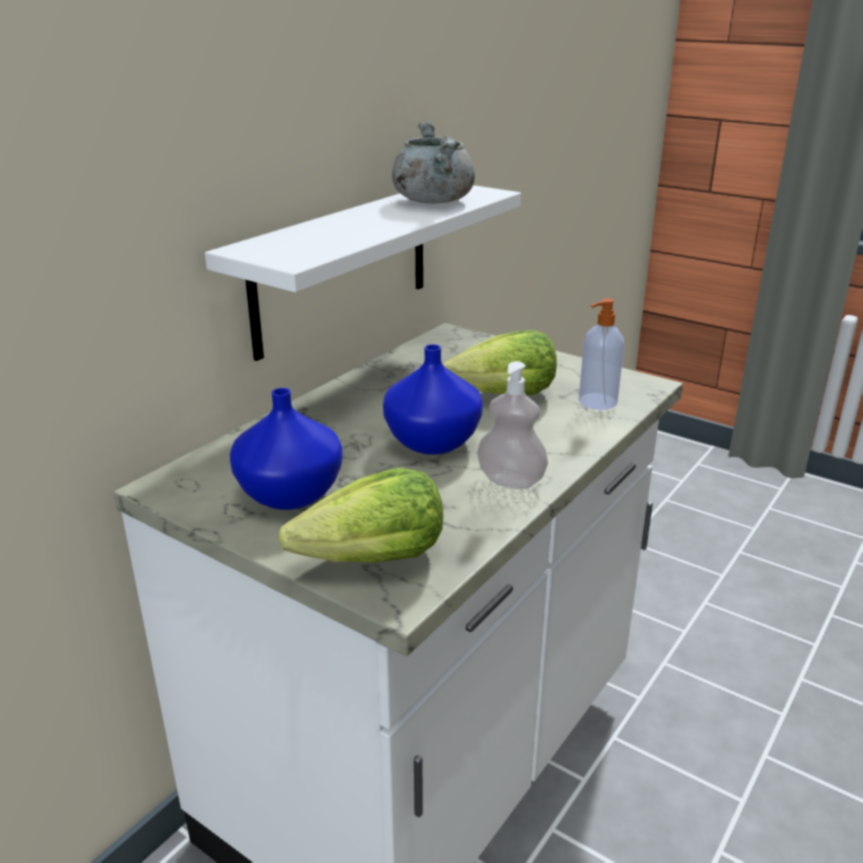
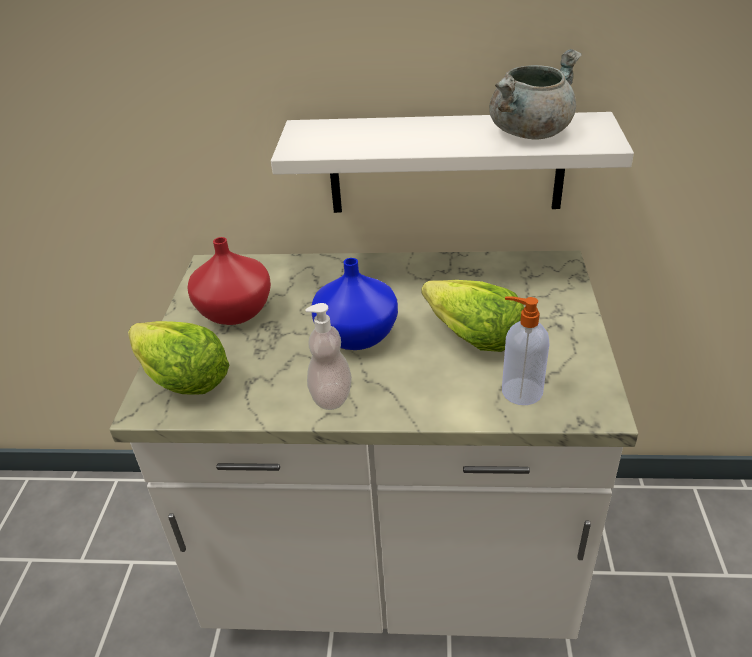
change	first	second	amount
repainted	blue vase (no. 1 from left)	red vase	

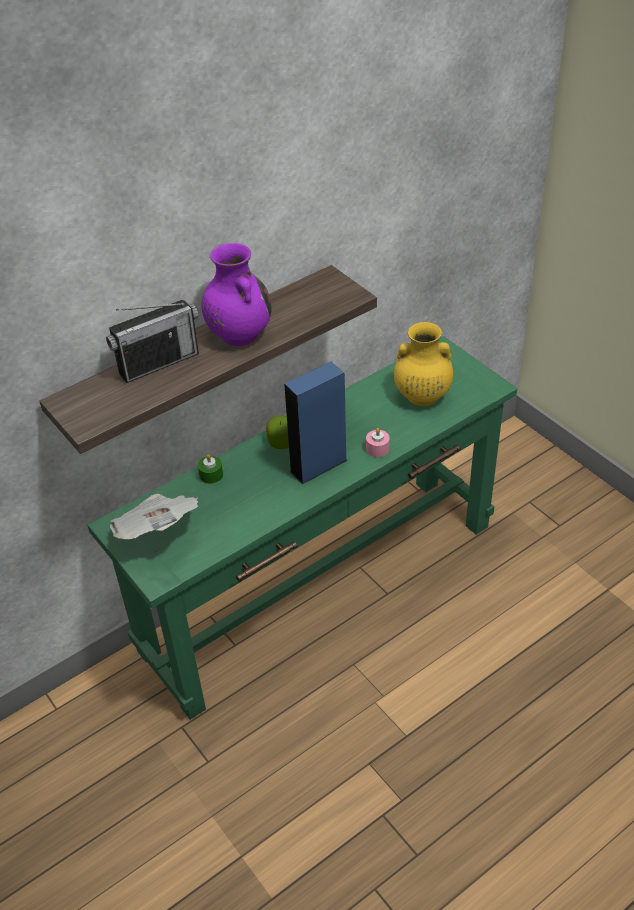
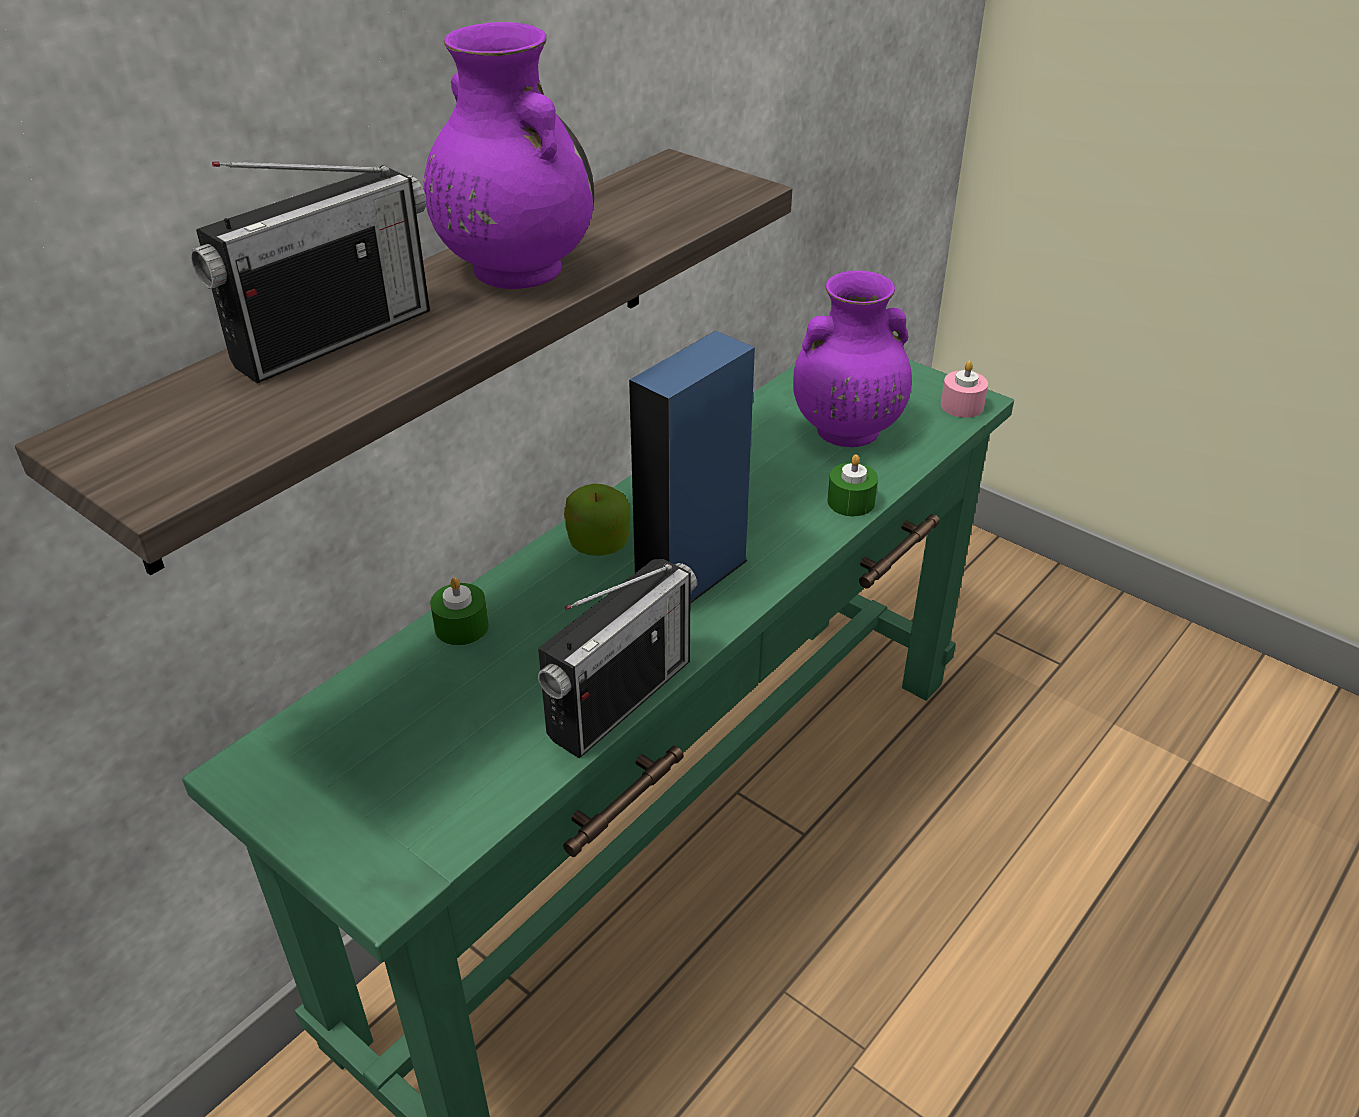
change	first	second	amount
repainted	yellow vase	purple vase (no. 2 from left)	
shifted	pink candle		
gone	newspaper		
new		green candle (no. 2 from left)	
new		radio (no. 2 from left)	

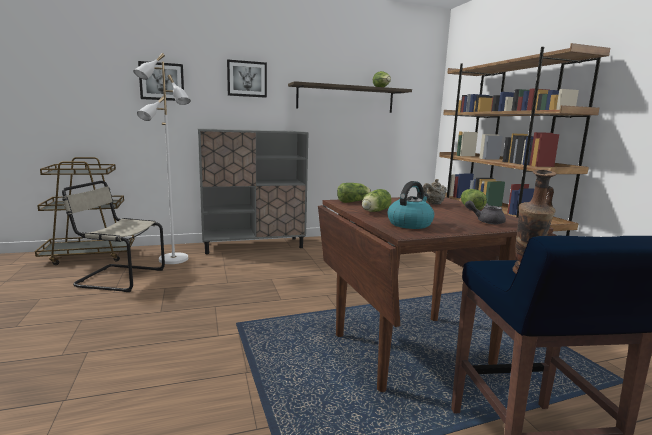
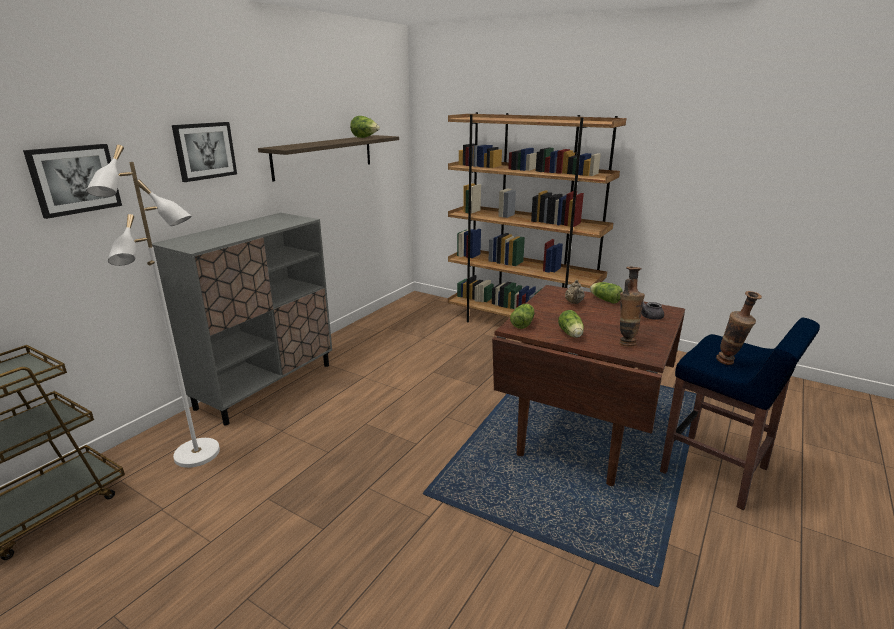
change	first	second	amount
gone	beige chair		
swapped	kettle	vase (no. 1 from left)	

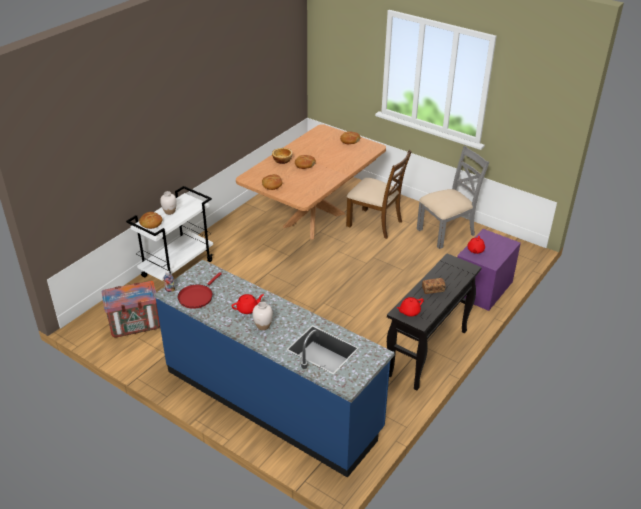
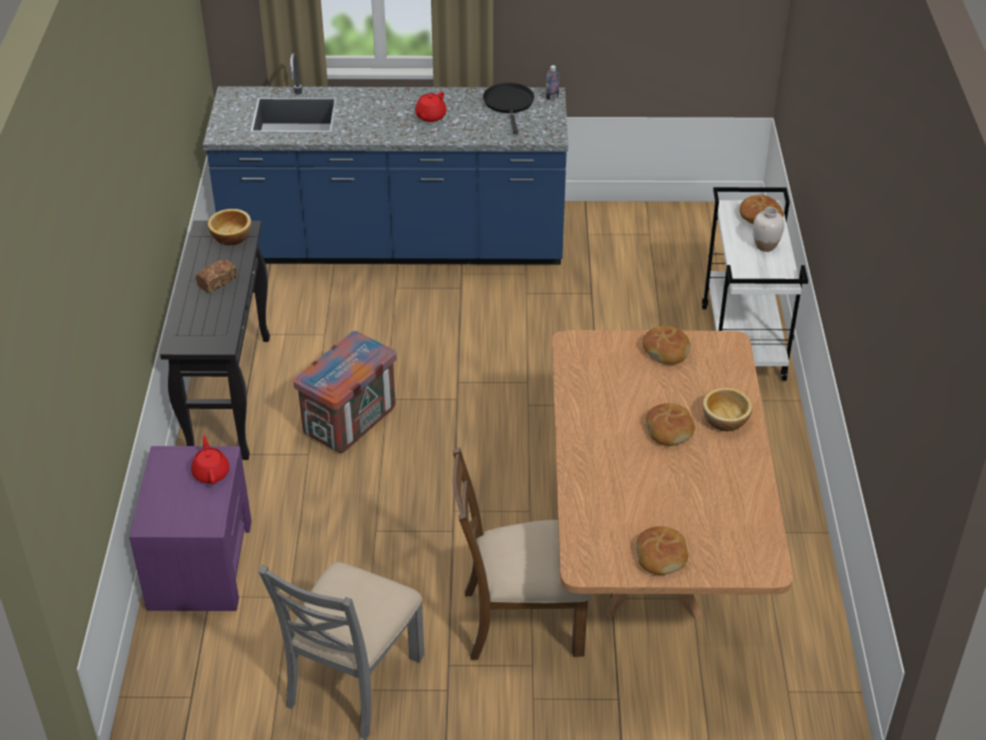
change	first	second	amount
repainted	red frying pan	black frying pan	
shifted	crate		
swapped	red teapot (no. 2 from left)	bowl (no. 1 from left)	
gone	white vase (no. 2 from left)		

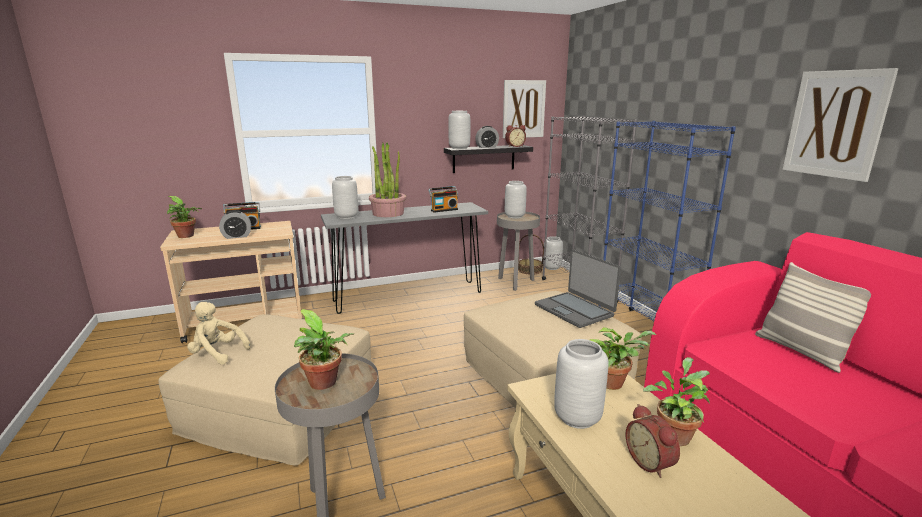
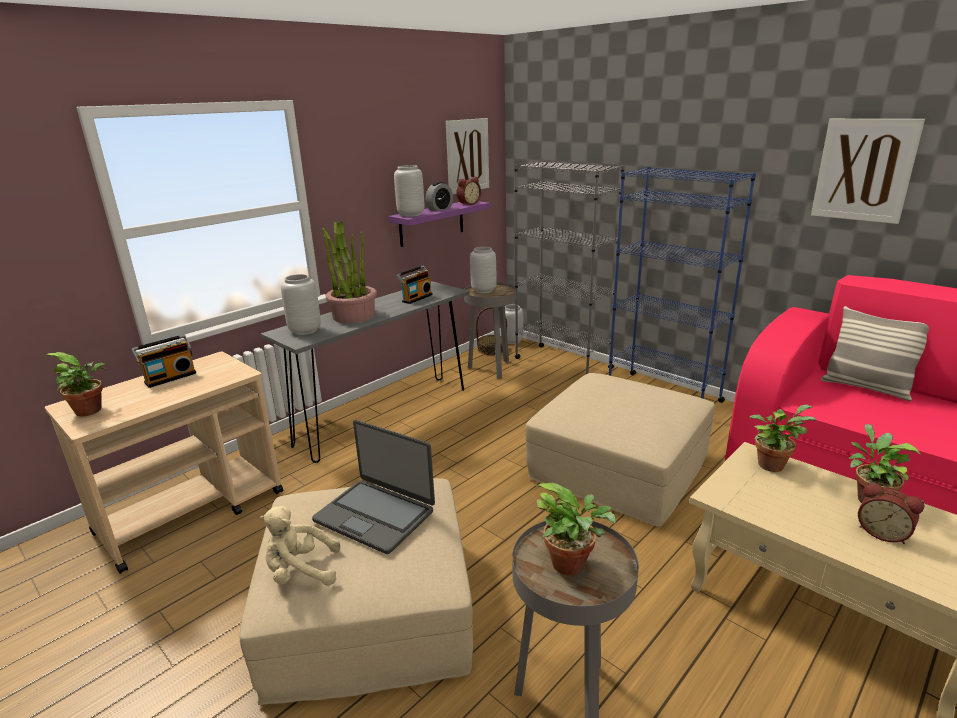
change	first	second	amount
repainted	black shelf	purple shelf	
gone	alarm clock (no. 1 from left)		
shifted	laptop		
gone	grey vase (no. 5 from left)		

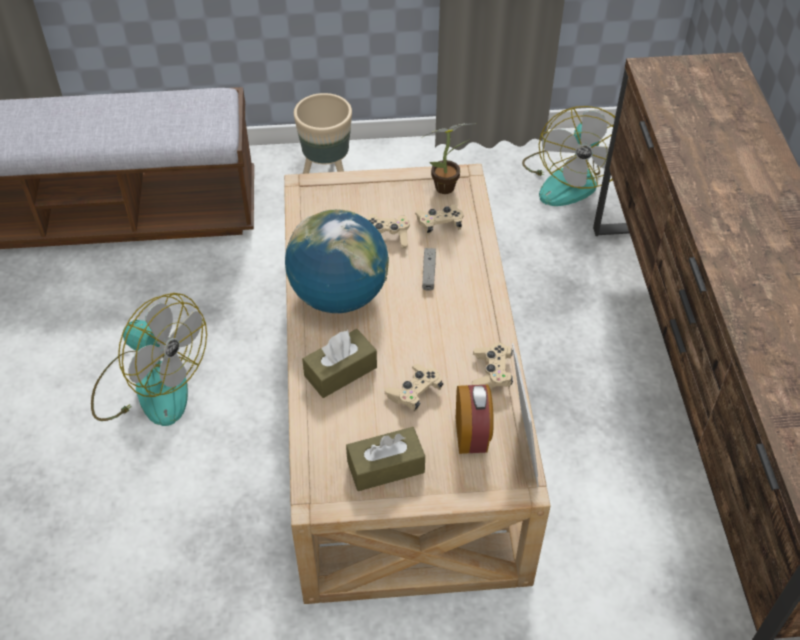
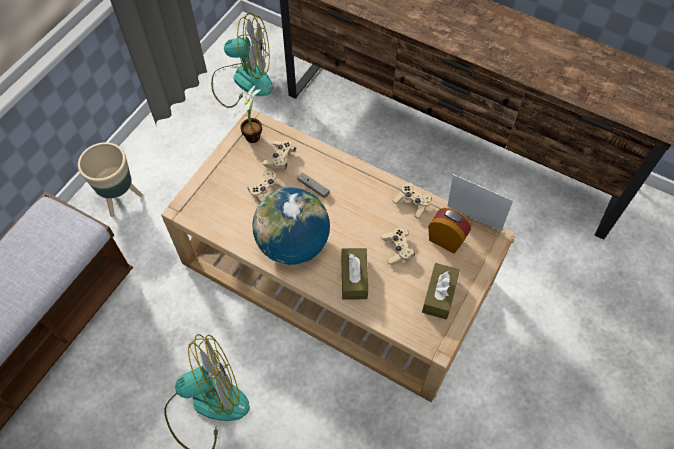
change	first	second	amount
rotated	fan (no. 2 from left)		45 degrees counterclockwise

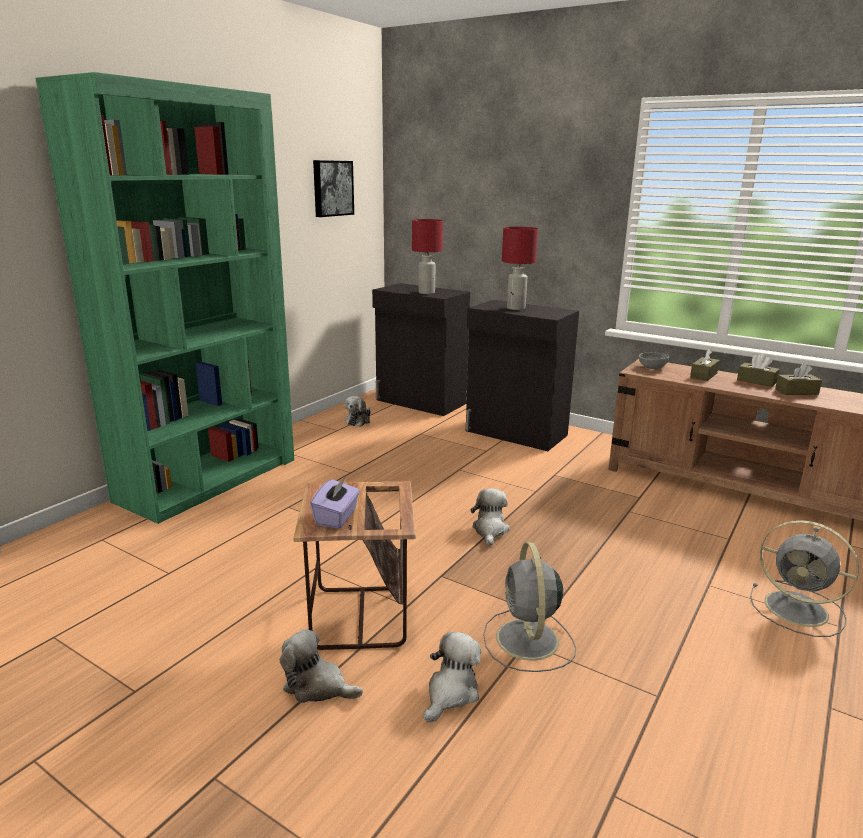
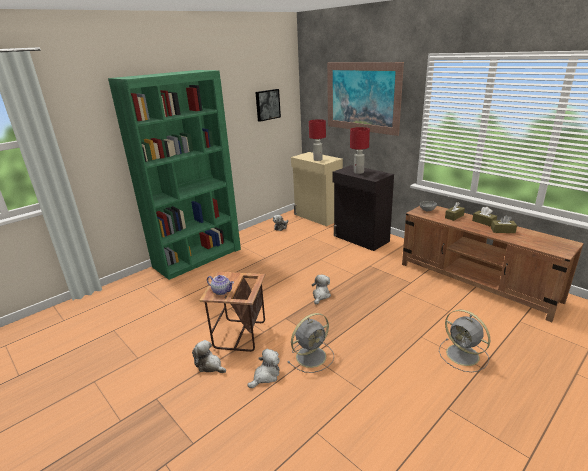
change	first	second	amount
repainted	black cabinet (no. 1 from left)	beige cabinet	
swapped	purple tissue box	teapot	
rotated	grey fan (no. 1 from left)		135 degrees counterclockwise
new		picture (no. 2 from left)	

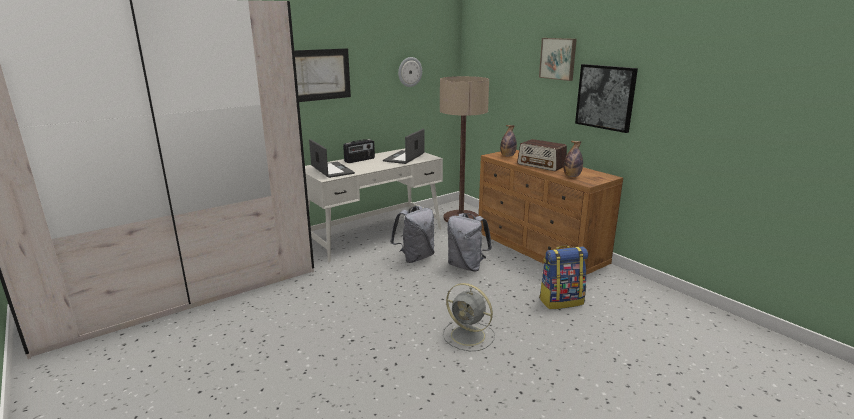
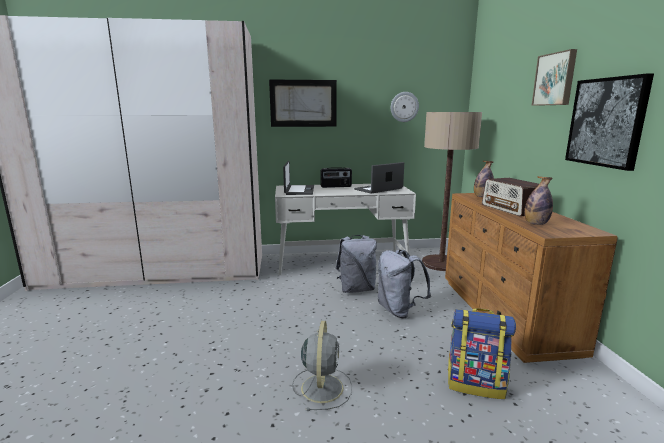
change	first	second	amount
rotated	grey fan		150 degrees counterclockwise

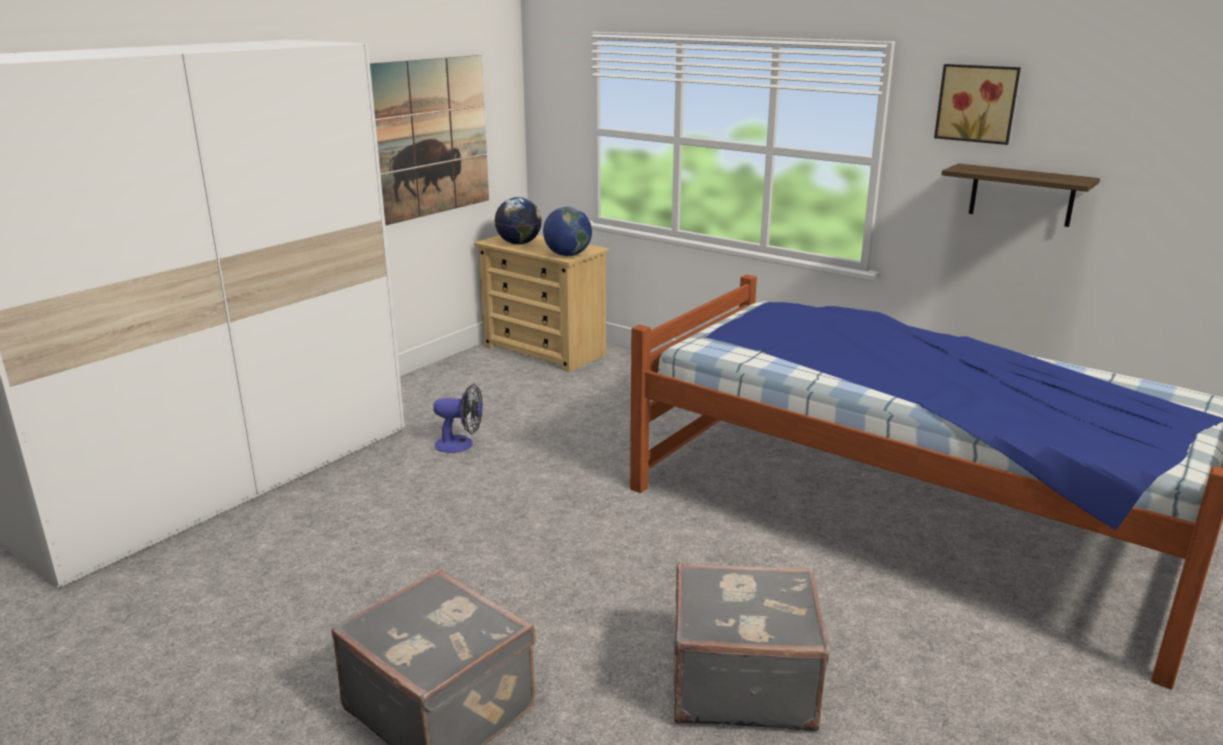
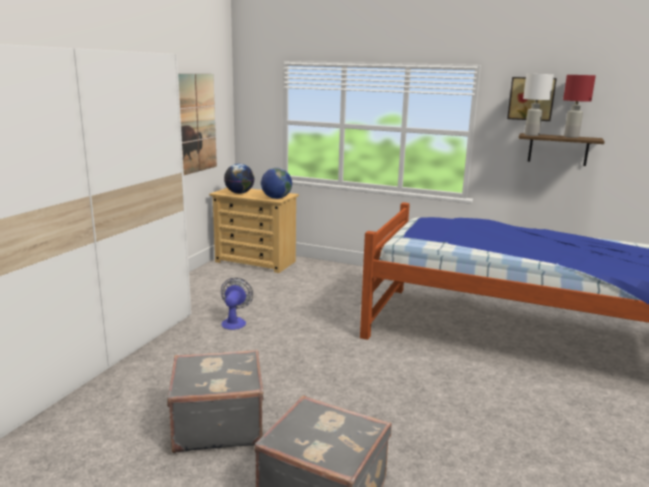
change	first	second	amount
rotated	fan		75 degrees counterclockwise
shifted	grey suitcase (no. 2 from left in the first image)	grey suitcase (no. 1 from left)	
new		white table lamp	
new		red table lamp	

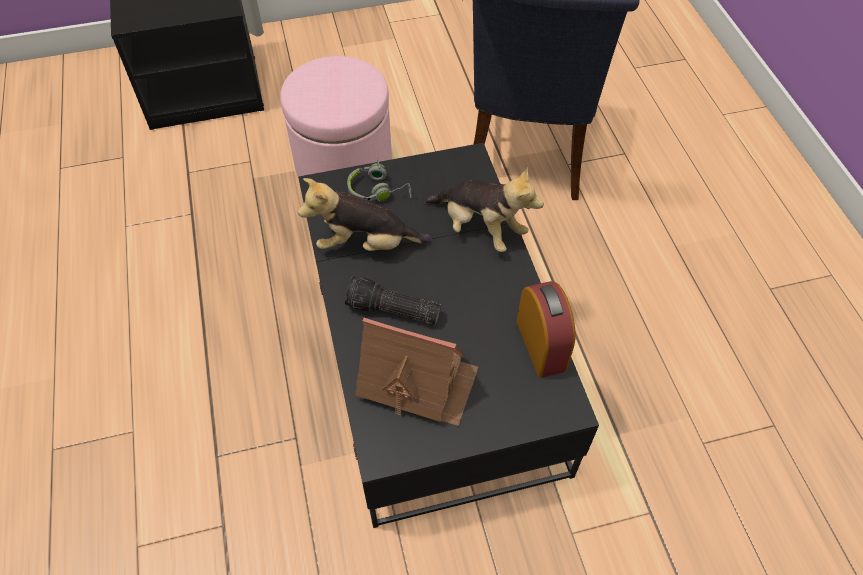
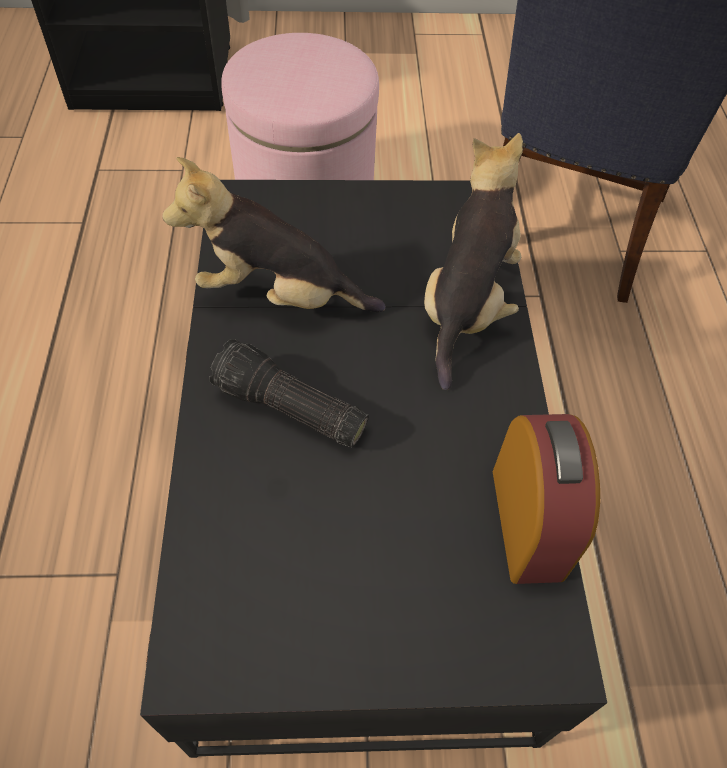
change	first	second	amount
gone	grey headphones		
rotated	plush toy (no. 2 from left)		120 degrees counterclockwise
gone	toy house		

